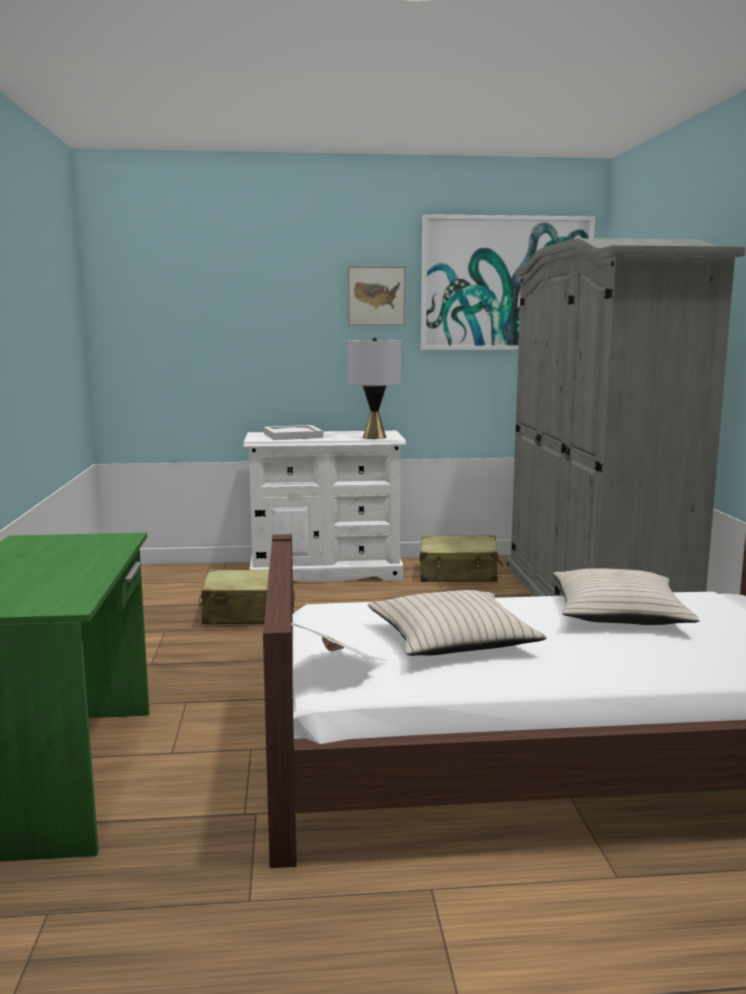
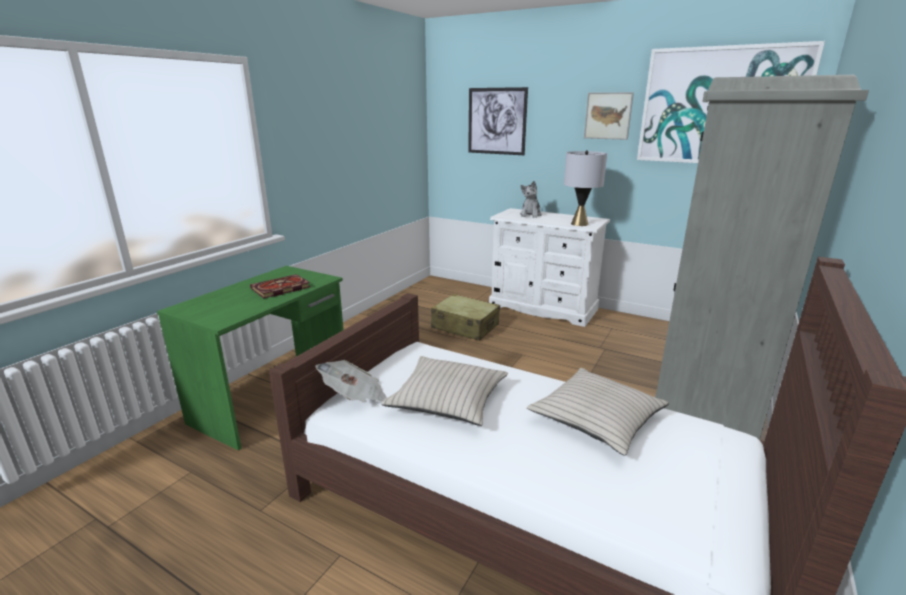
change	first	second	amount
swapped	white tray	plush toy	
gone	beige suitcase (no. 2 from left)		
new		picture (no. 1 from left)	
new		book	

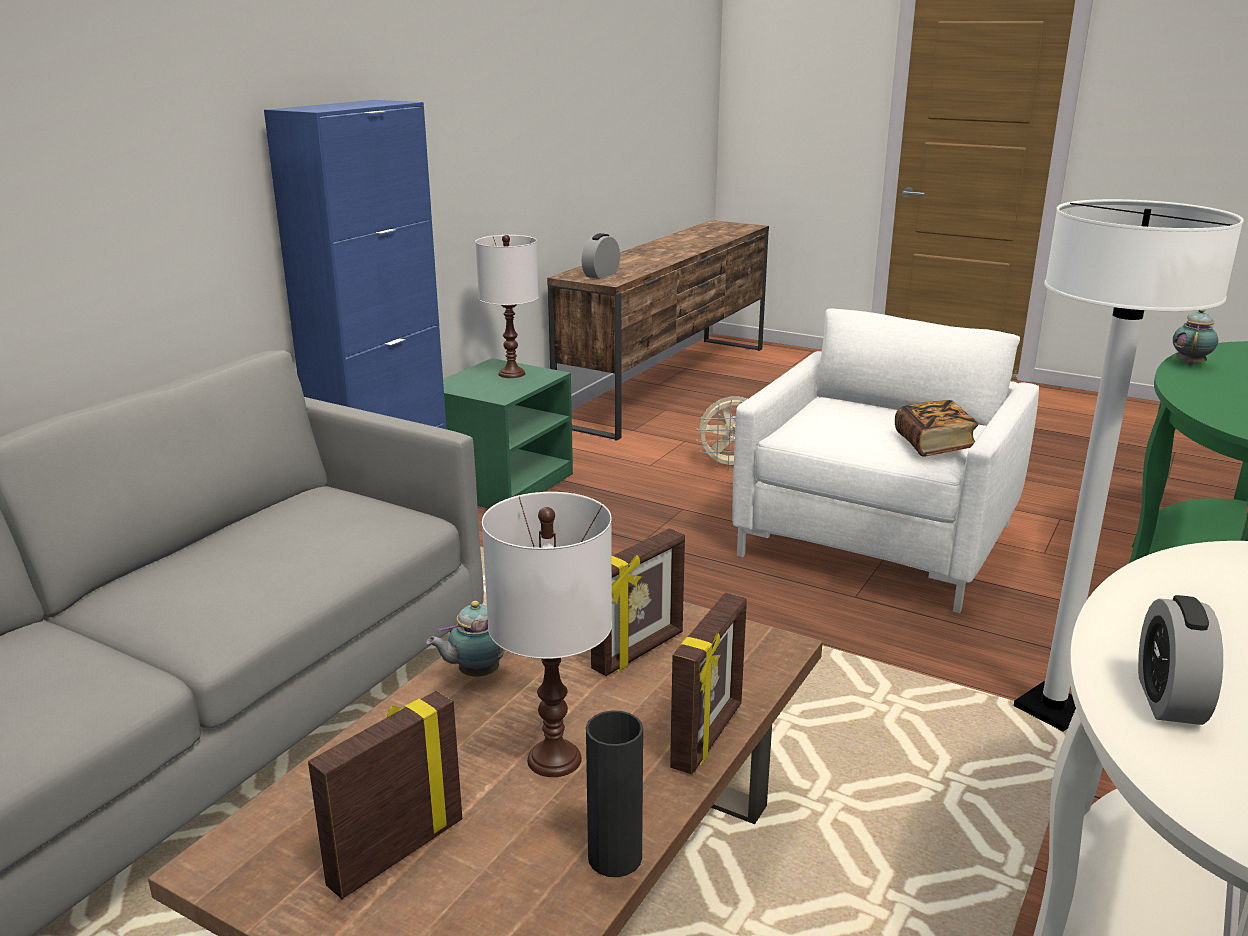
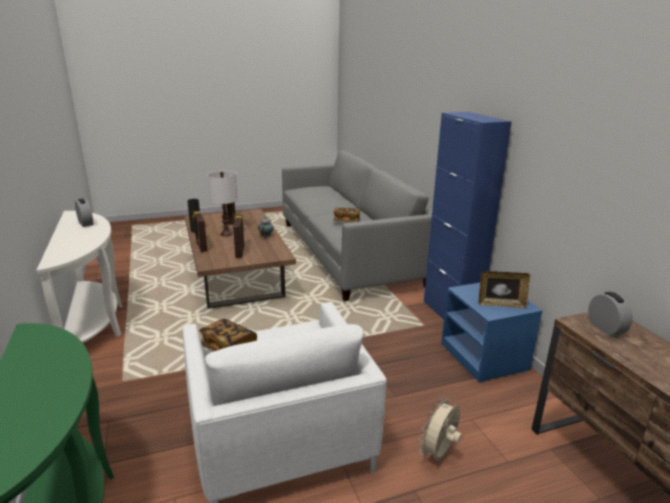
change	first	second	amount
gone	white floor lamp		
swapped	white table lamp (no. 1 from left)	picture frame (no. 4 from left)	
gone	teapot (no. 2 from left)		
repainted	green nightstand	blue nightstand	
new		book (no. 2 from left)	

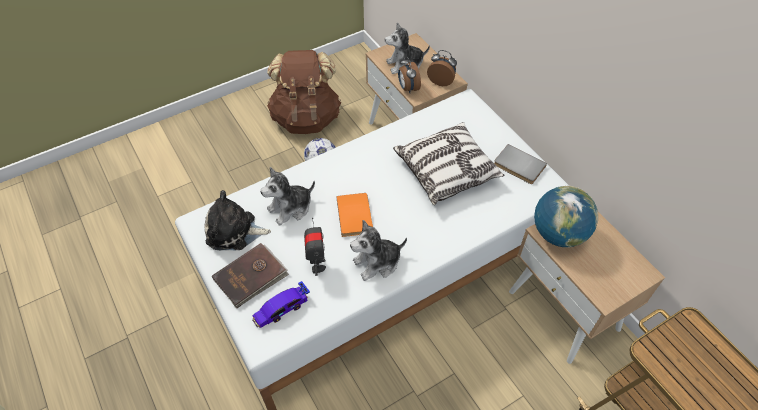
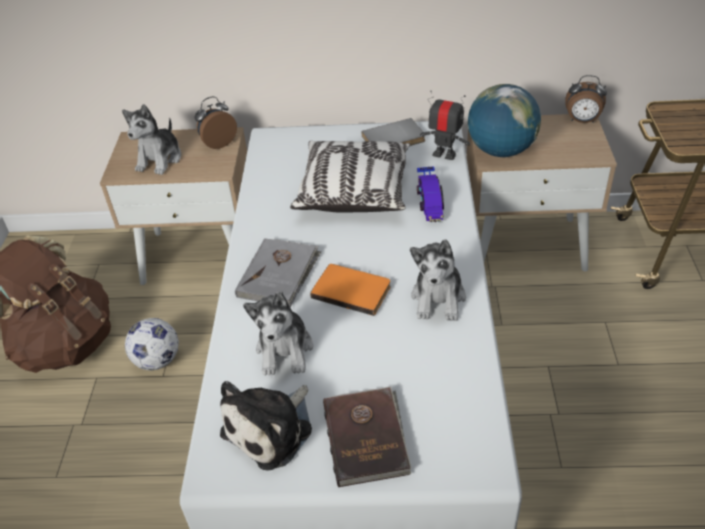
change	first	second	amount
shifted	alarm clock (no. 1 from left in the first image)	alarm clock (no. 2 from left)	
shifted	toy robot		
shifted	toy car		
new		grey book (no. 1 from left)	

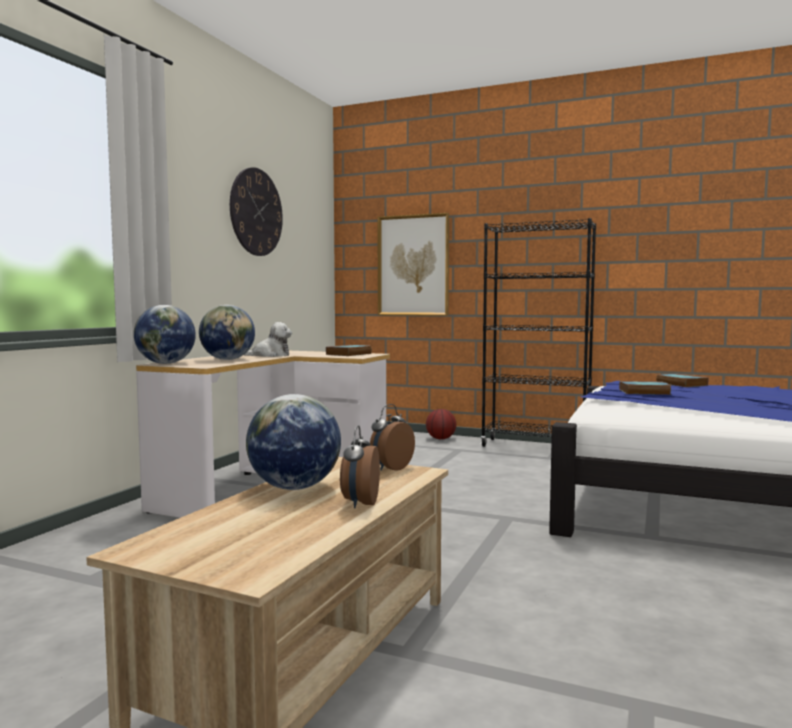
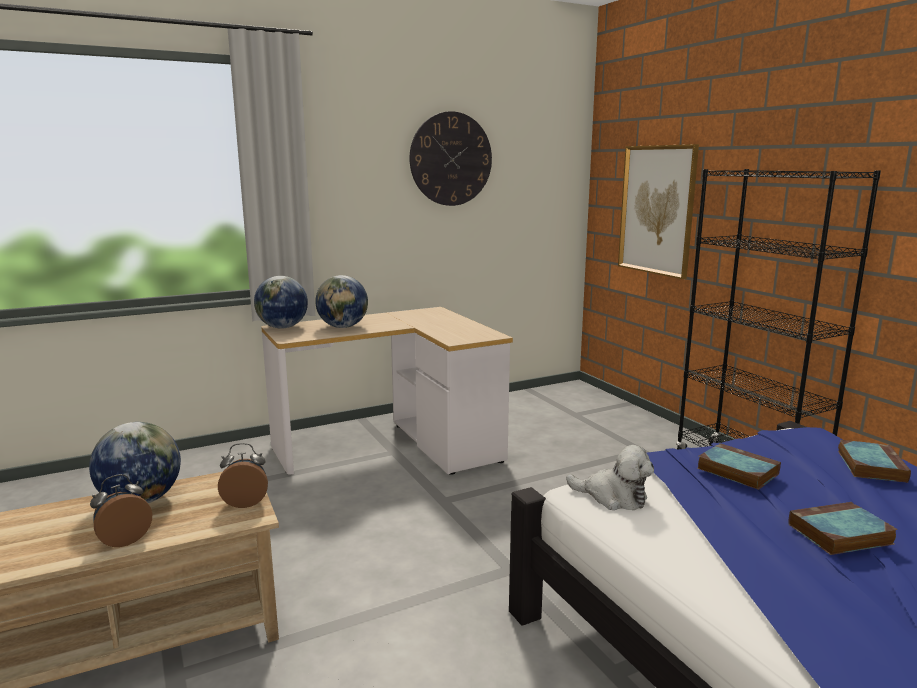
change	first	second	amount
shifted	plush toy		
shifted	book (no. 1 from left in the first image)	book (no. 2 from left)	
gone	basketball		

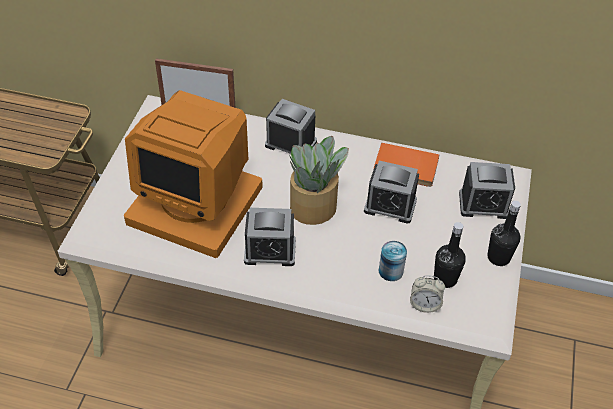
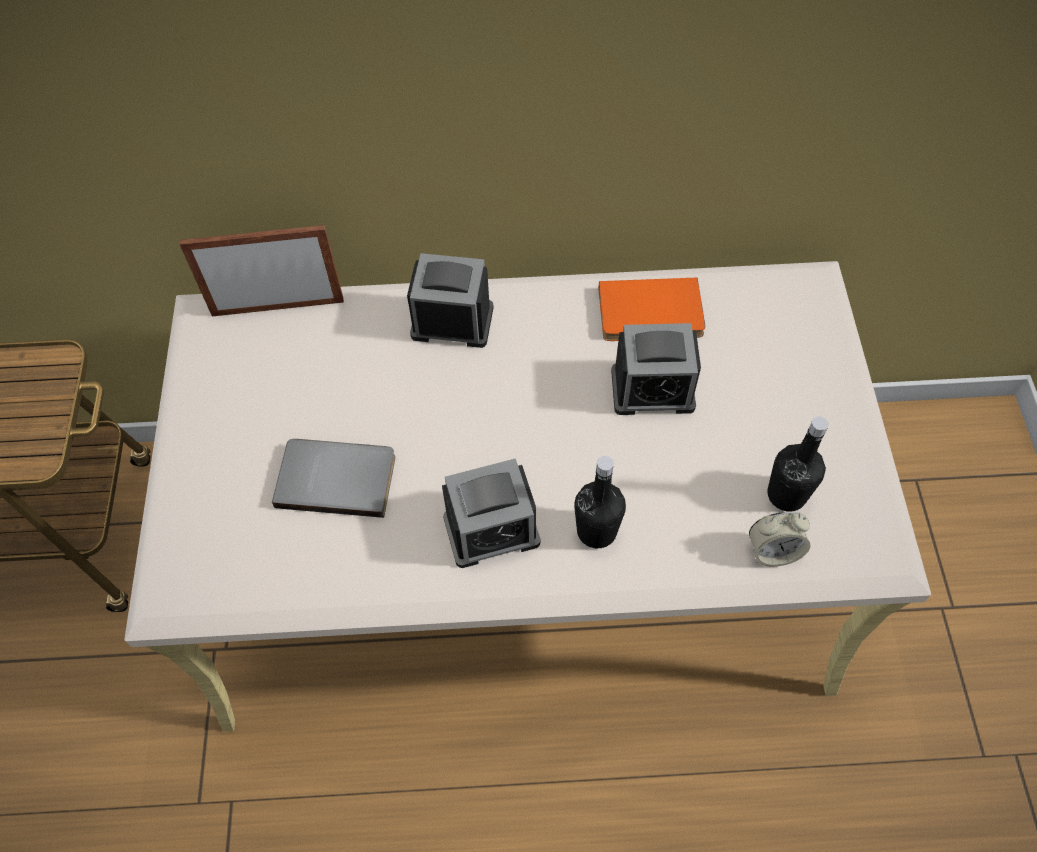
change	first	second	amount
swapped	monitor	grey book	
gone	potted plant		
gone	alarm clock (no. 5 from left)		
shifted	black bottle (no. 2 from left in the first image)	black bottle (no. 1 from left)	
gone	can		

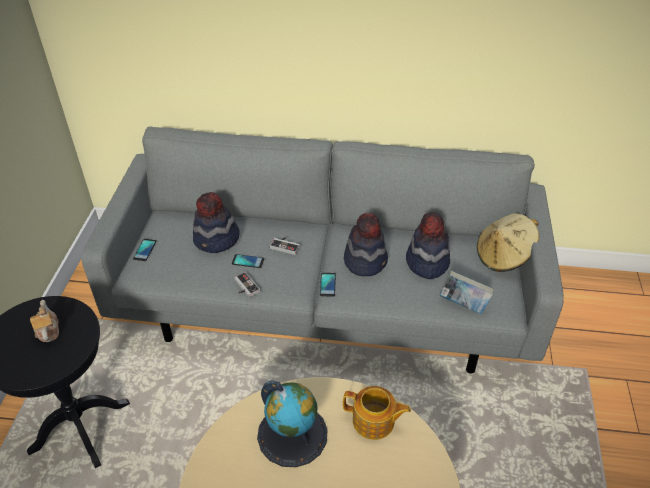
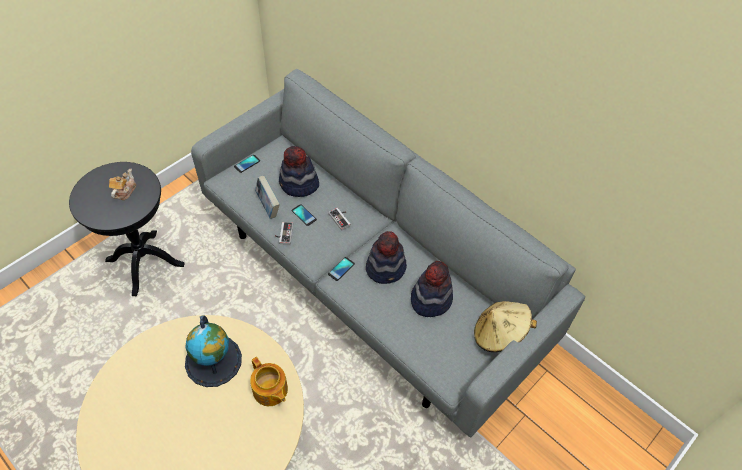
change	first	second	amount
shifted	book		

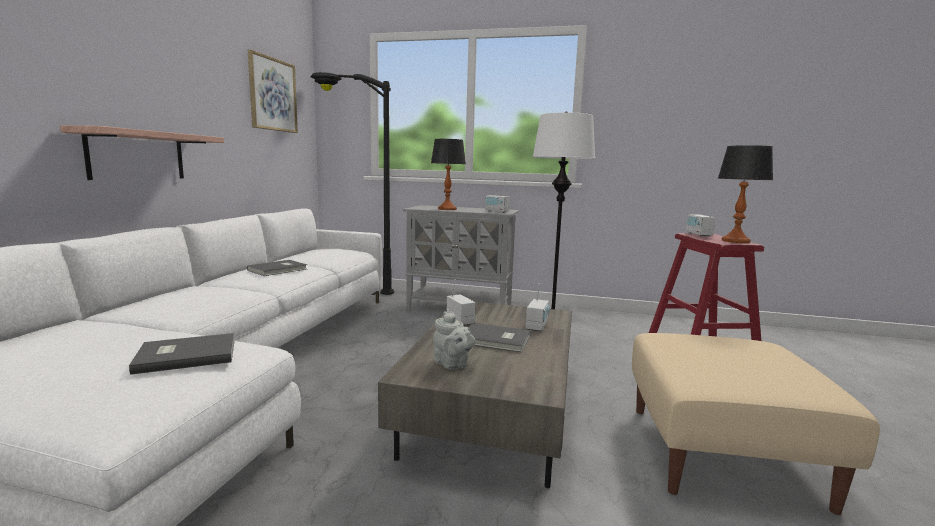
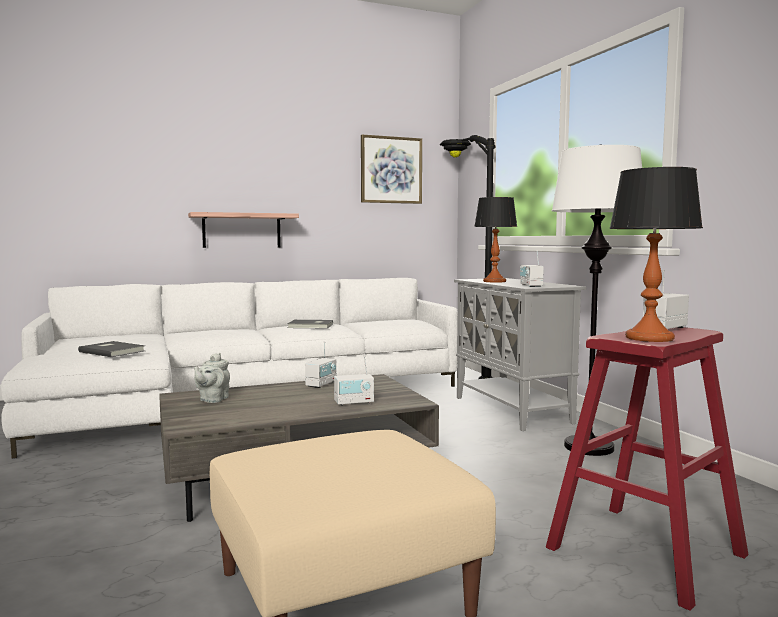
change	first	second	amount
gone	grey book (no. 3 from left)		

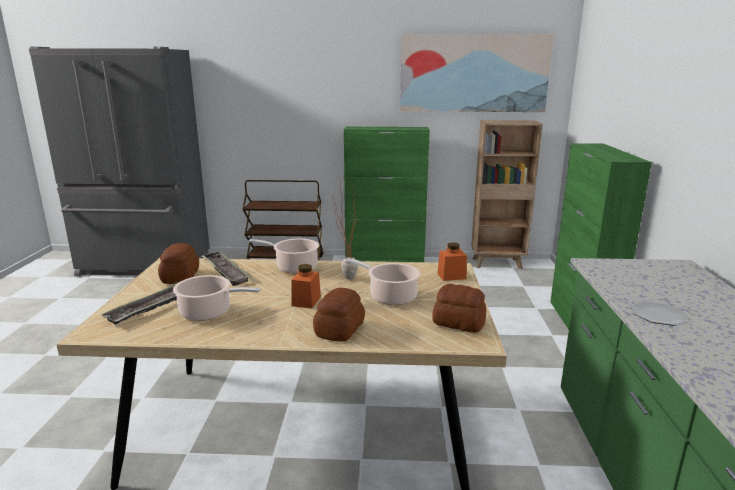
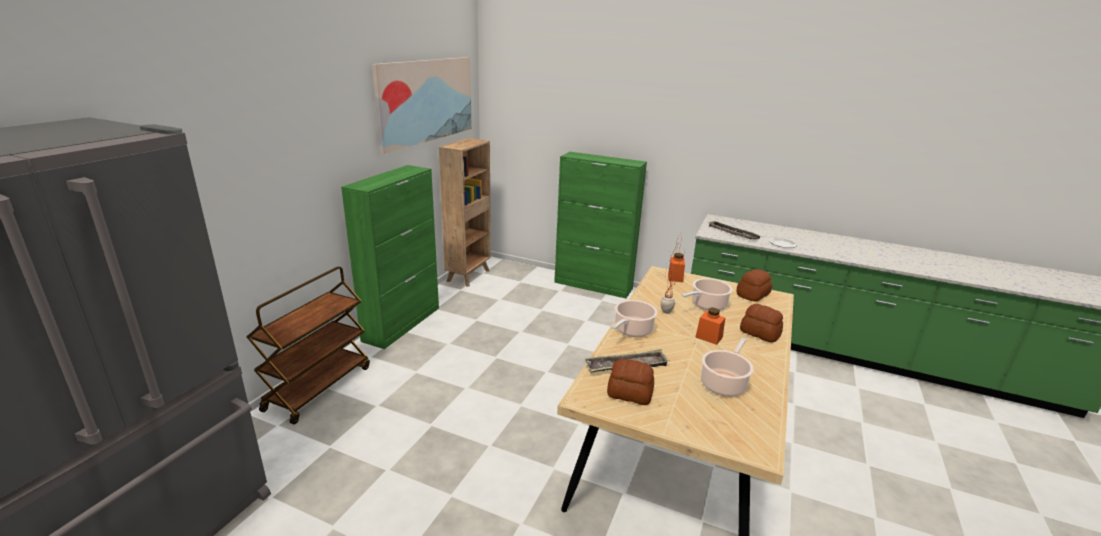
change	first	second	amount
shifted	tray (no. 1 from left in the first image)	tray (no. 2 from left)	

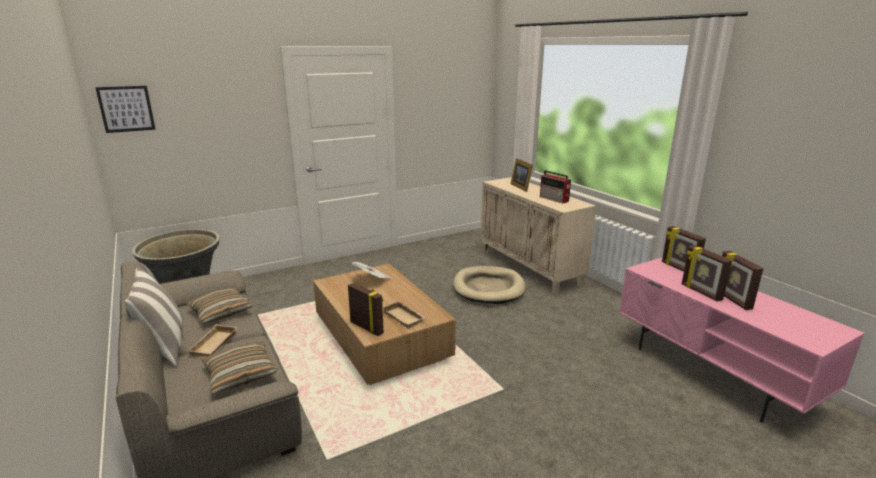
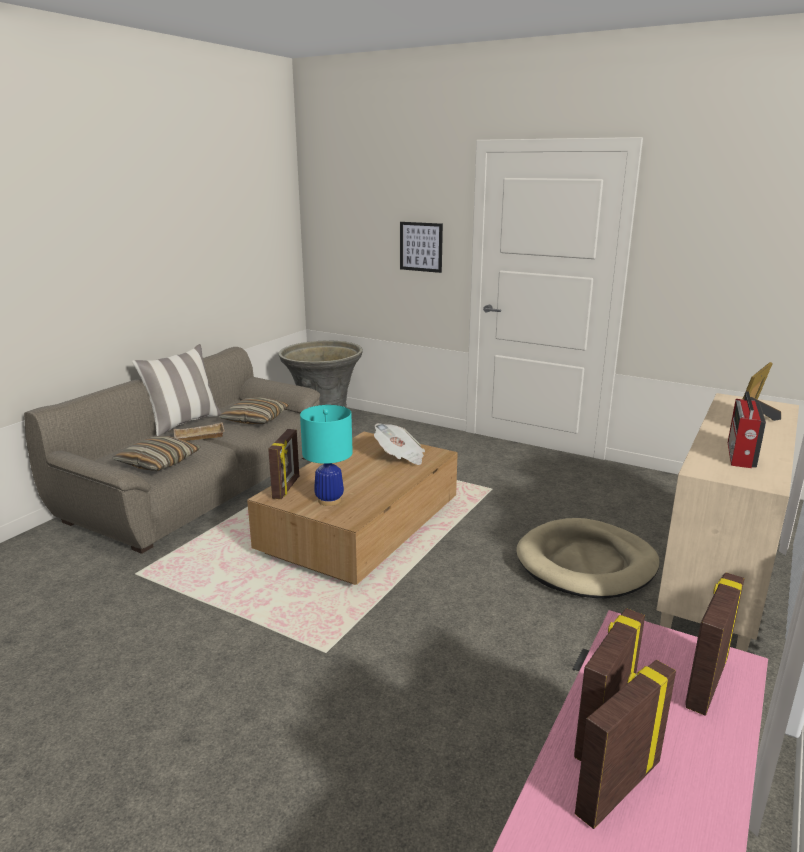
change	first	second	amount
shifted	picture		
swapped	beige tray (no. 2 from left)	turquoise table lamp	

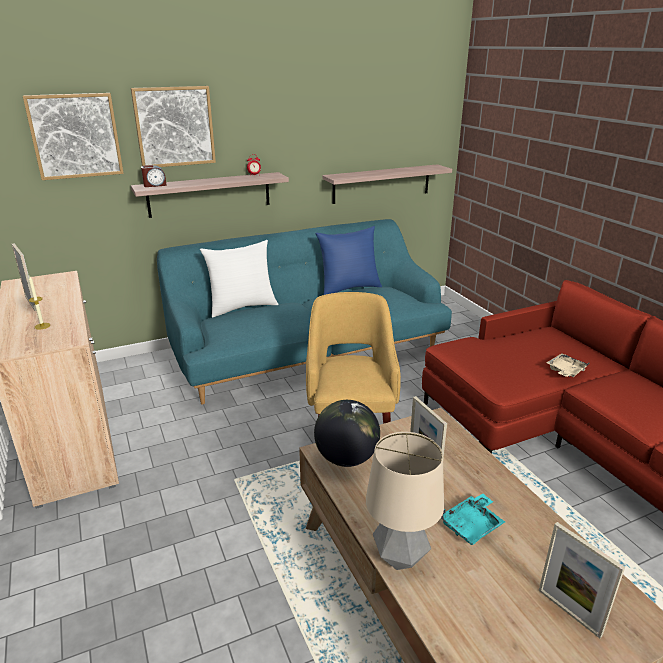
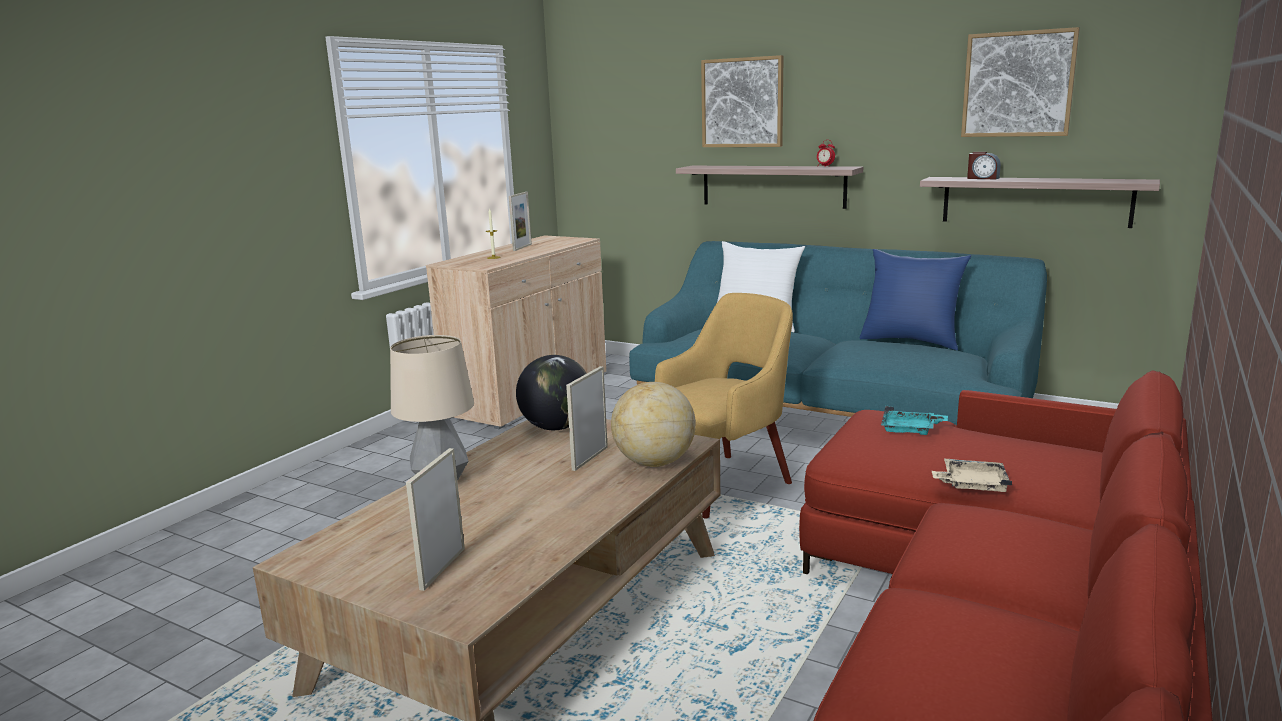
change	first	second	amount
shifted	picture (no. 1 from left in the first image)	picture (no. 2 from left)	
shifted	alarm clock (no. 1 from left in the first image)	alarm clock (no. 2 from left)	
shifted	turquoise tray		
new		globe (no. 2 from left)	

